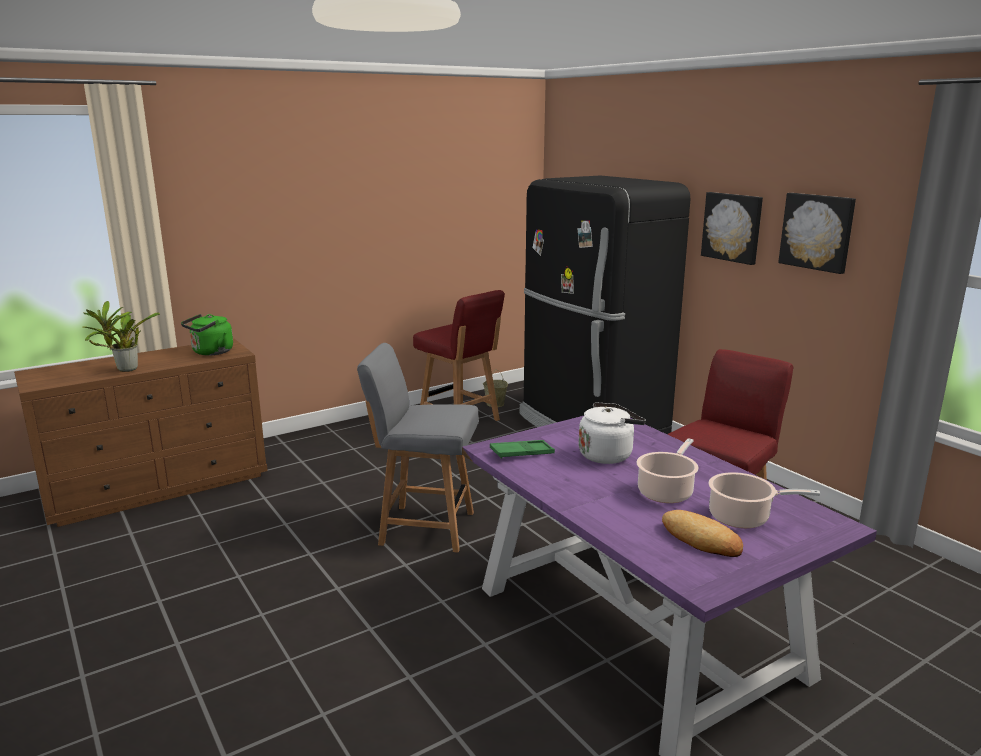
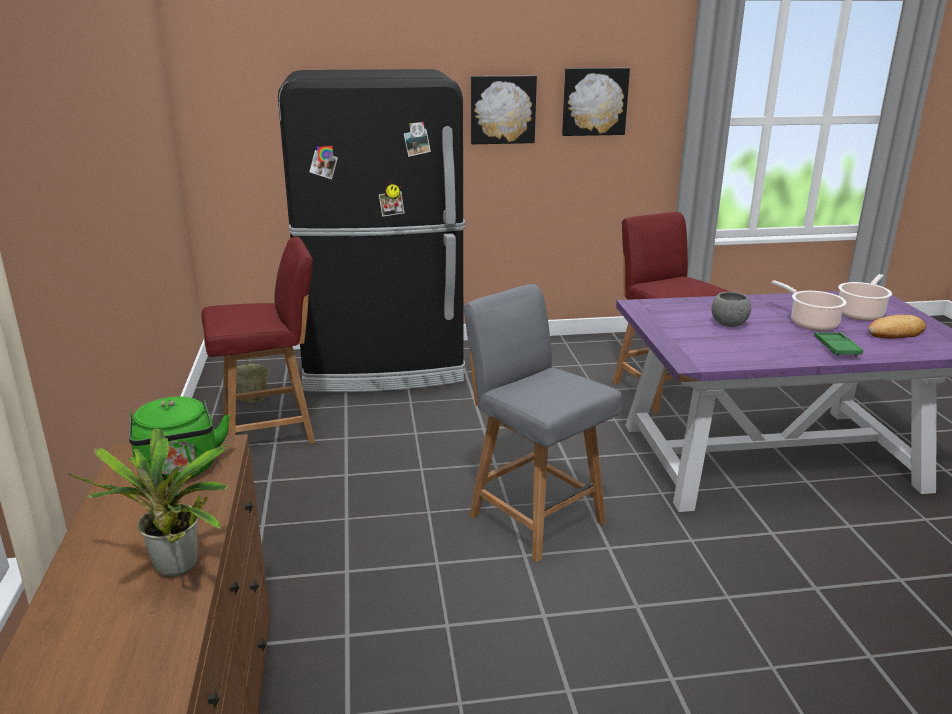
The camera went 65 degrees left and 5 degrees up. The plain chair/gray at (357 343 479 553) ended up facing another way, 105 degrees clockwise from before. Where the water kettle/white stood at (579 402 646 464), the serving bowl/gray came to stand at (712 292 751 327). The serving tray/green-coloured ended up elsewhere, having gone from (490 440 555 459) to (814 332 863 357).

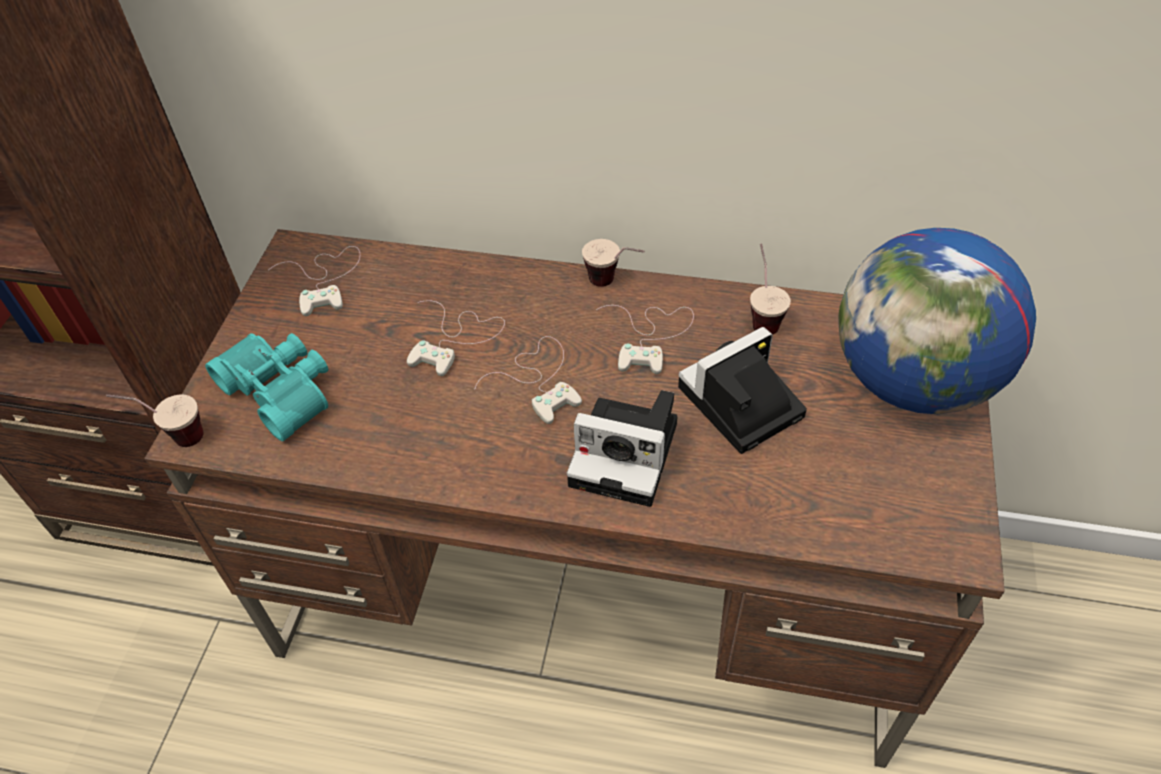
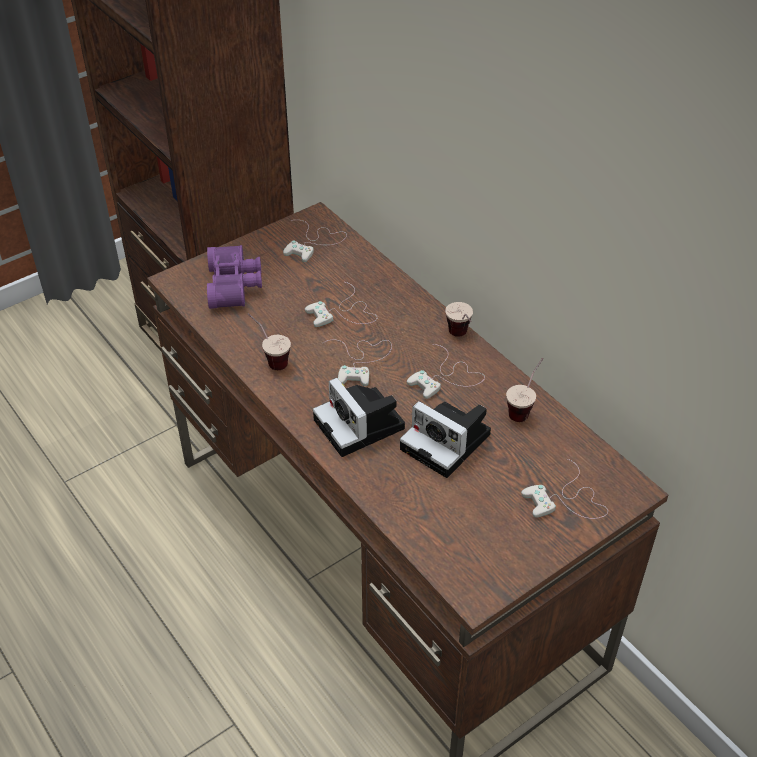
The camera went 40 degrees right and 5 degrees down. What was the pair of binoculars/turquoise-coloured at (205 333 328 441) turned into the pair of binoculars/purple-coloured at (207 245 262 309). The drinking cup ended up elsewhere, having gone from (106 394 203 447) to (248 313 291 370). The still camera at (678 327 807 454) ended up facing another way, 150 degrees counterclockwise from before. Where the world globe stood at (838 228 1036 414), the game controller/white came to stand at (521 458 608 519).

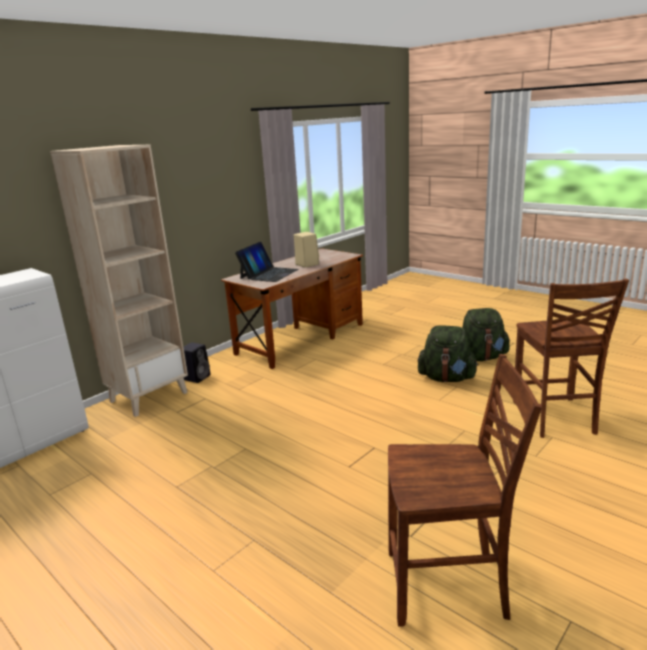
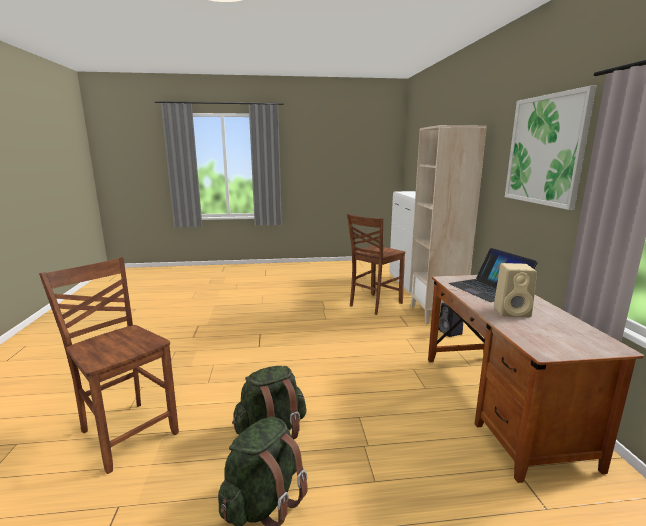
The camera went 130 degrees right and 5 degrees down. The plain chair/brown ended up elsewhere, having gone from (388 354 542 627) to (347 214 406 315). The second view gained the wall art at (505 85 596 210).

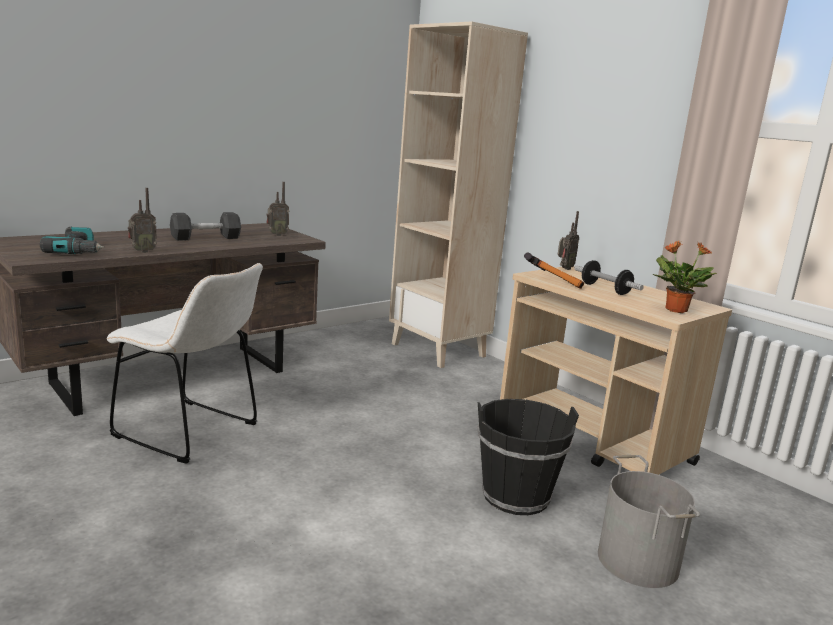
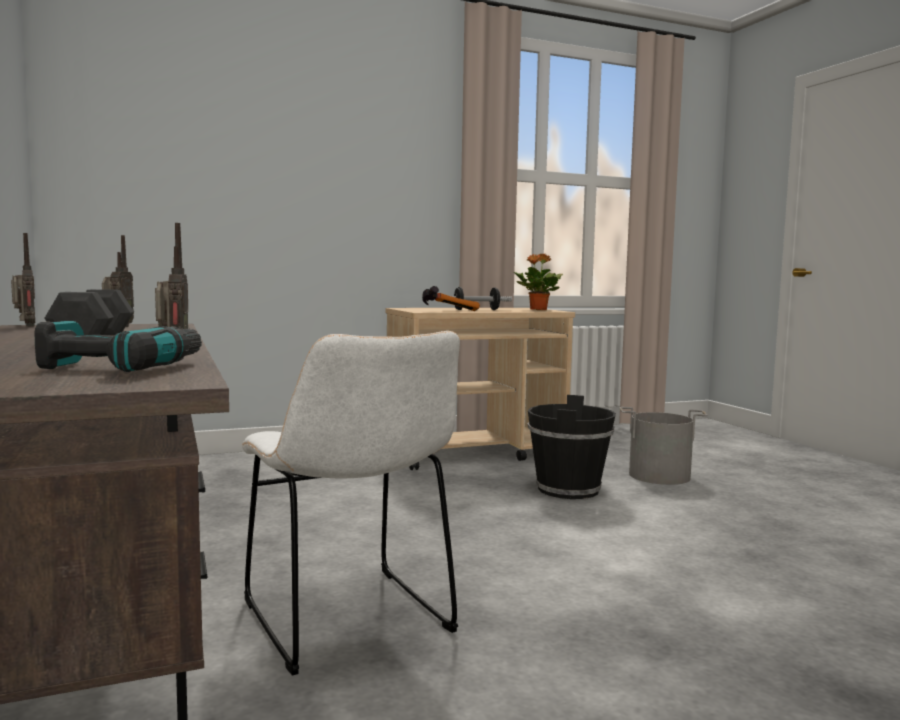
The camera went 70 degrees left and 10 degrees down. The radio set ended up elsewhere, having gone from (558 211 579 270) to (11 233 35 327). The plain chair/white at (106 263 263 464) ended up facing another way, 105 degrees clockwise from before. The second view lost the bookcase/sand-coloured at (389 21 528 368).

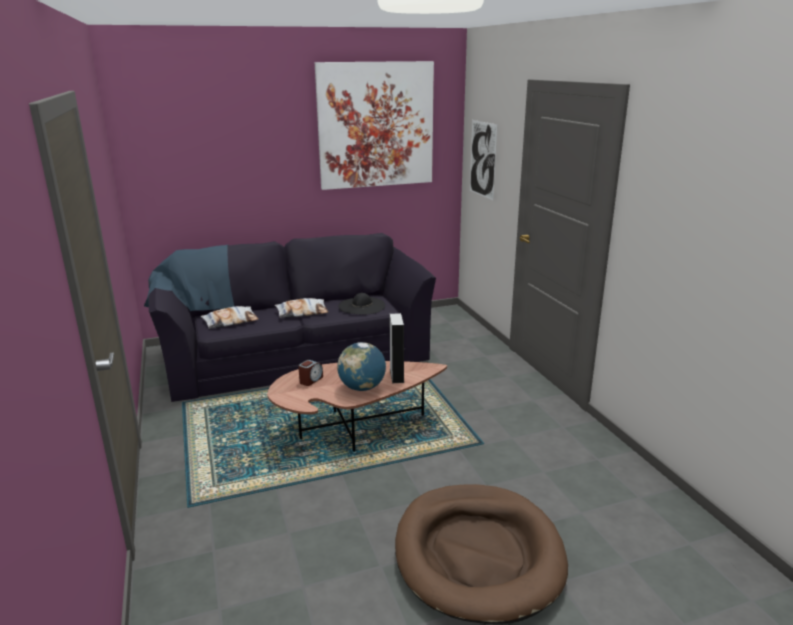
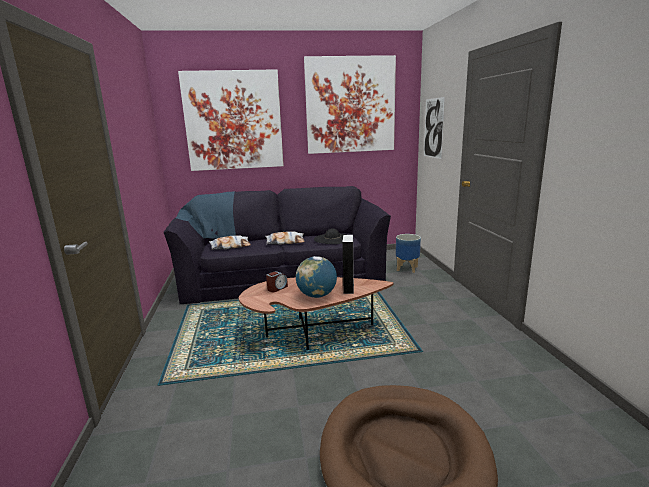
The camera went 10 degrees right and 5 degrees down. The second view gained the wall art at (178 69 284 171). The second view gained the plant pot at (396 234 421 273).

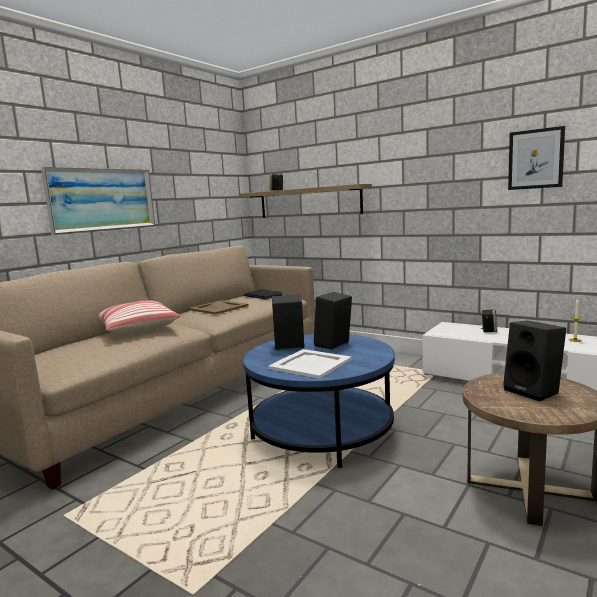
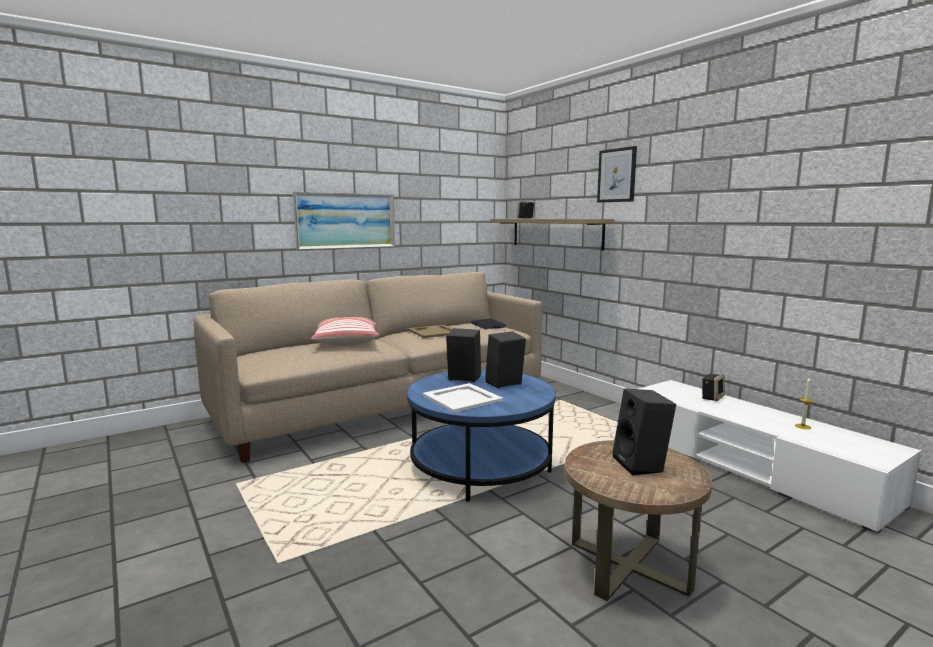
The camera went 20 degrees right and 0 degrees up. The wall art ended up elsewhere, having gone from (508 126 565 190) to (597 146 637 203).

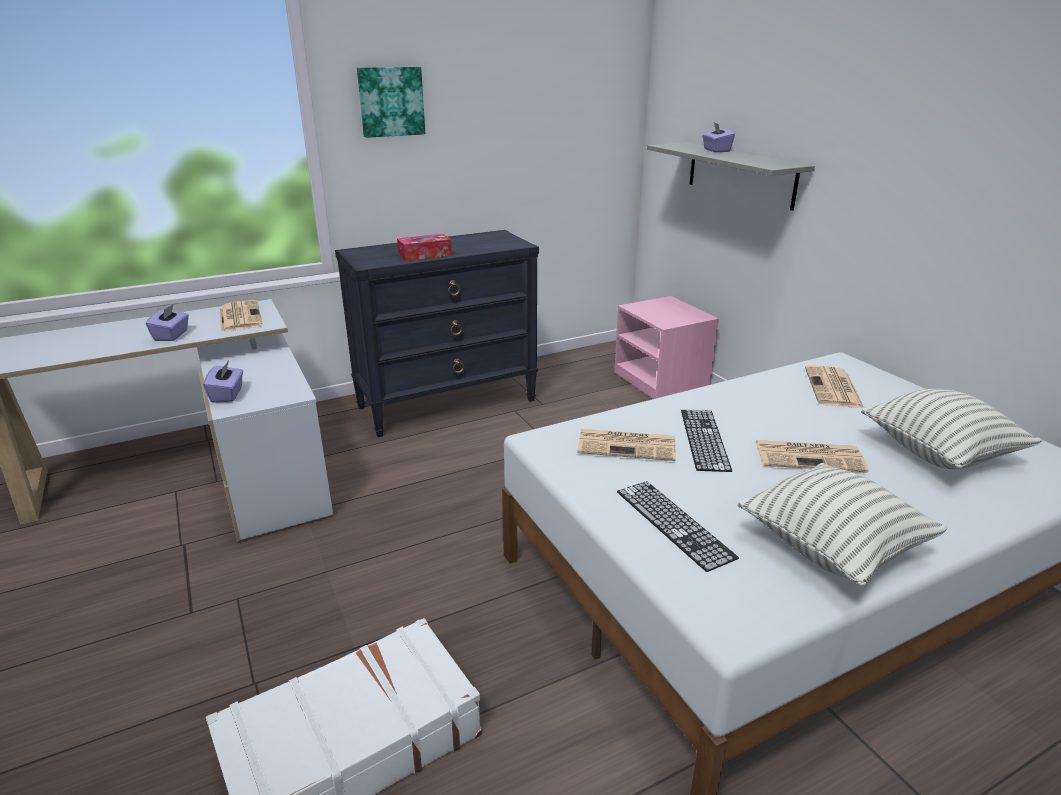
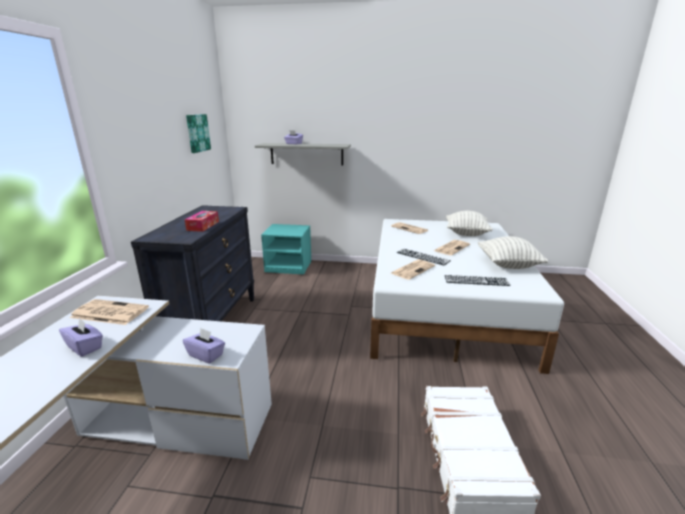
The camera went 55 degrees left and 5 degrees down. The wall art ended up elsewhere, having gone from (357 67 425 138) to (186 114 211 153). What was the bedside table/pink at (614 296 719 399) turned into the bedside table/turquoise-coloured at (261 224 311 275).

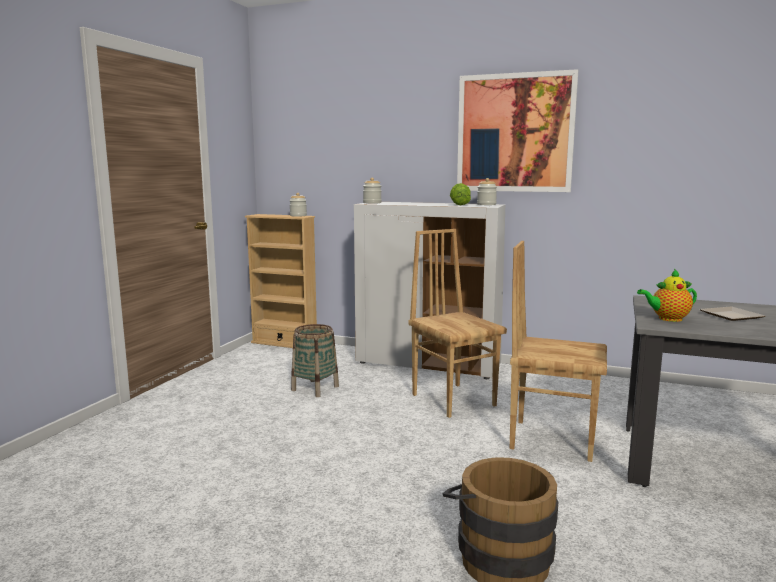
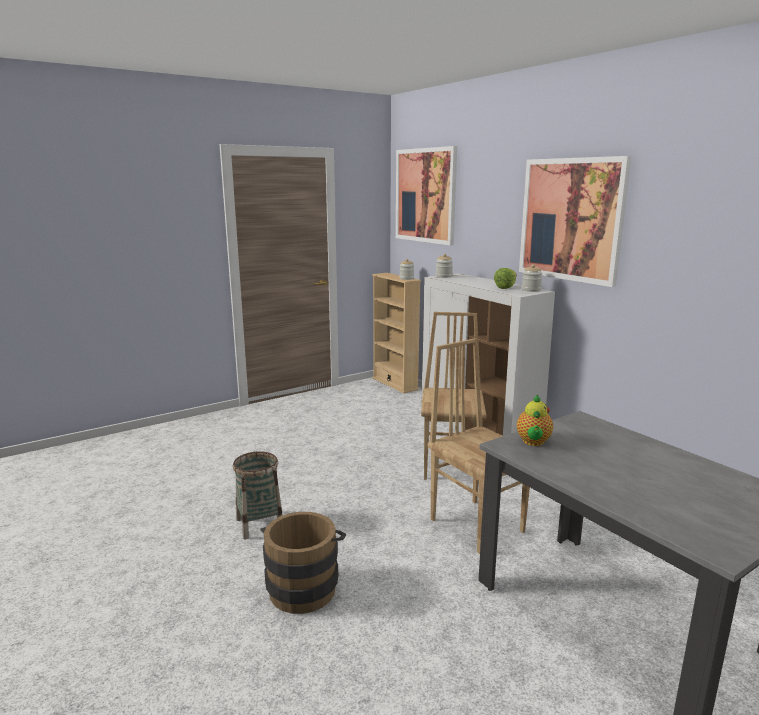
The camera went 35 degrees right and 5 degrees up. The household basket ended up elsewhere, having gone from (291 324 339 397) to (233 451 283 539). The second view gained the wall art at (396 146 457 245). The pot for tea at (637 269 697 322) ended up facing another way, 105 degrees counterclockwise from before. The second view lost the flat dish at (700 307 765 321).

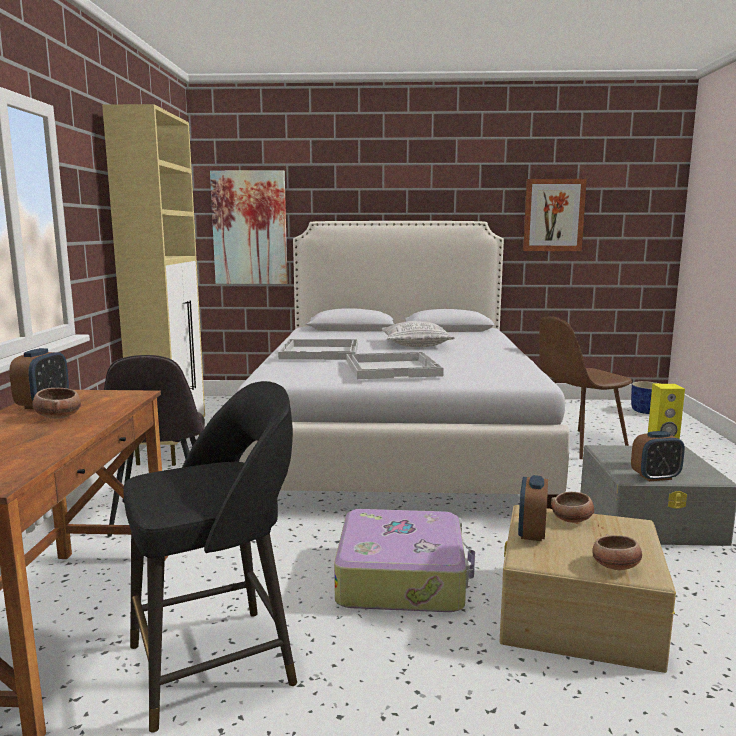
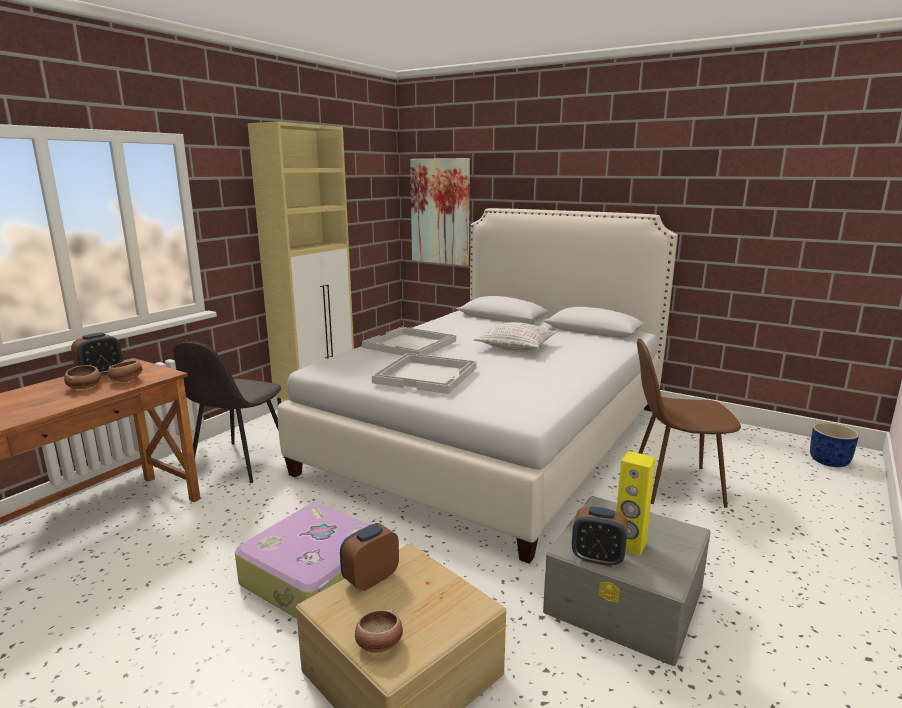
The camera went 30 degrees right and 5 degrees up. The serving bowl ended up elsewhere, having gone from (551 492 594 523) to (108 360 142 382). The second view lost the stool seat/black-coloured at (123 381 297 733). The second view lost the wall art at (523 179 587 251).

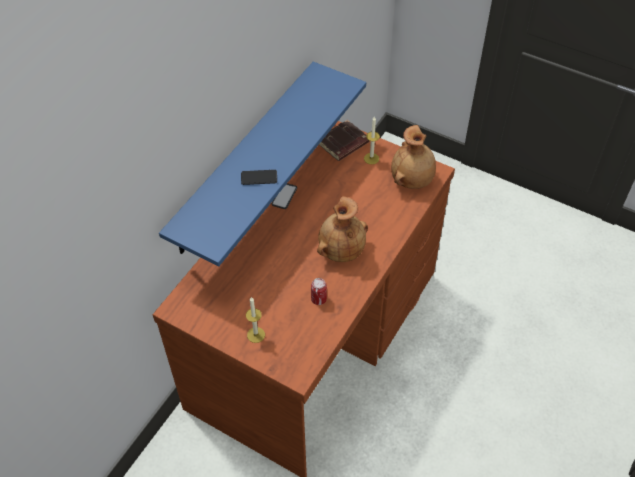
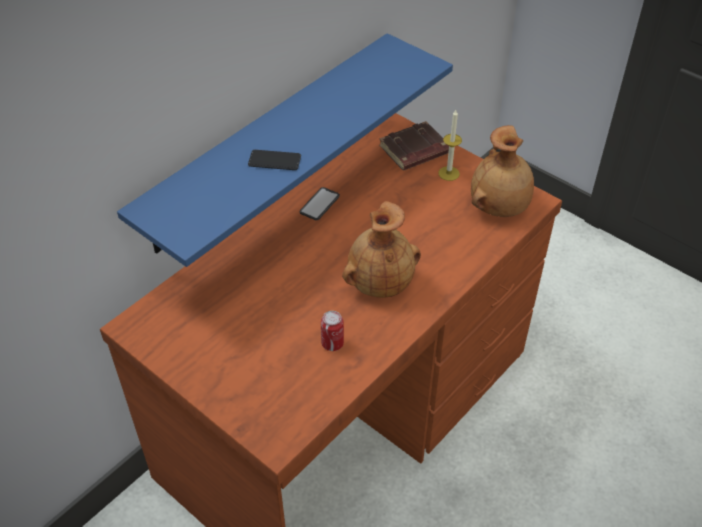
The camera went 10 degrees right and 5 degrees down. The second view lost the wax candle at (246 297 265 343).

